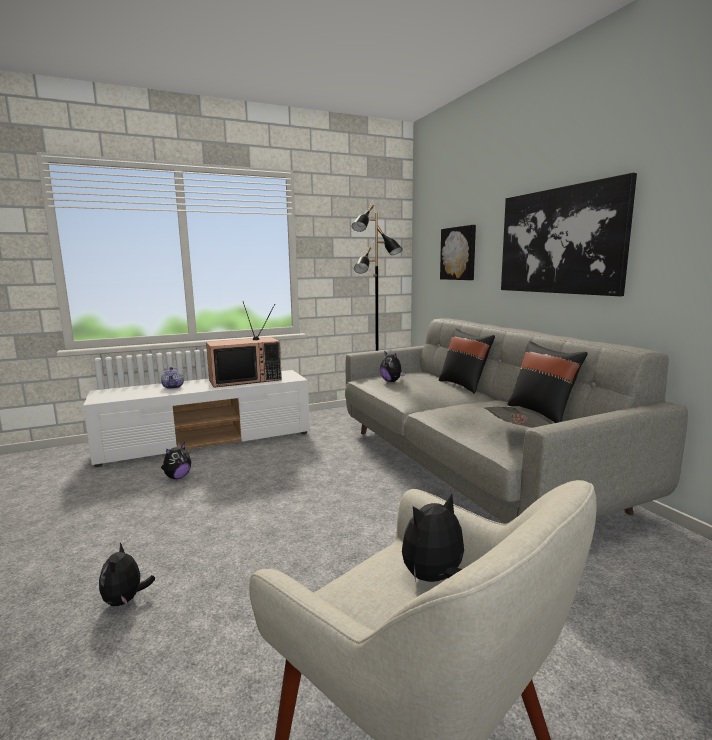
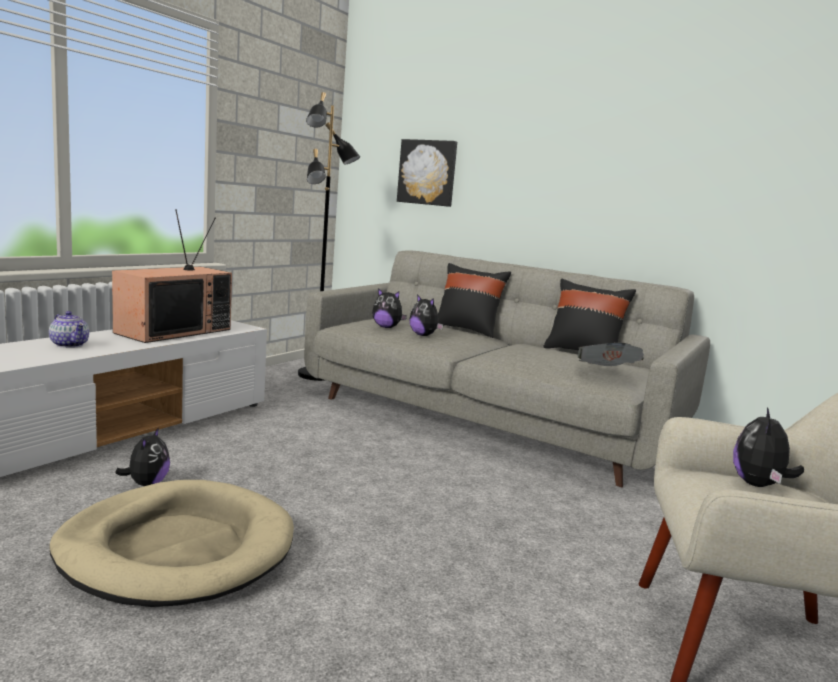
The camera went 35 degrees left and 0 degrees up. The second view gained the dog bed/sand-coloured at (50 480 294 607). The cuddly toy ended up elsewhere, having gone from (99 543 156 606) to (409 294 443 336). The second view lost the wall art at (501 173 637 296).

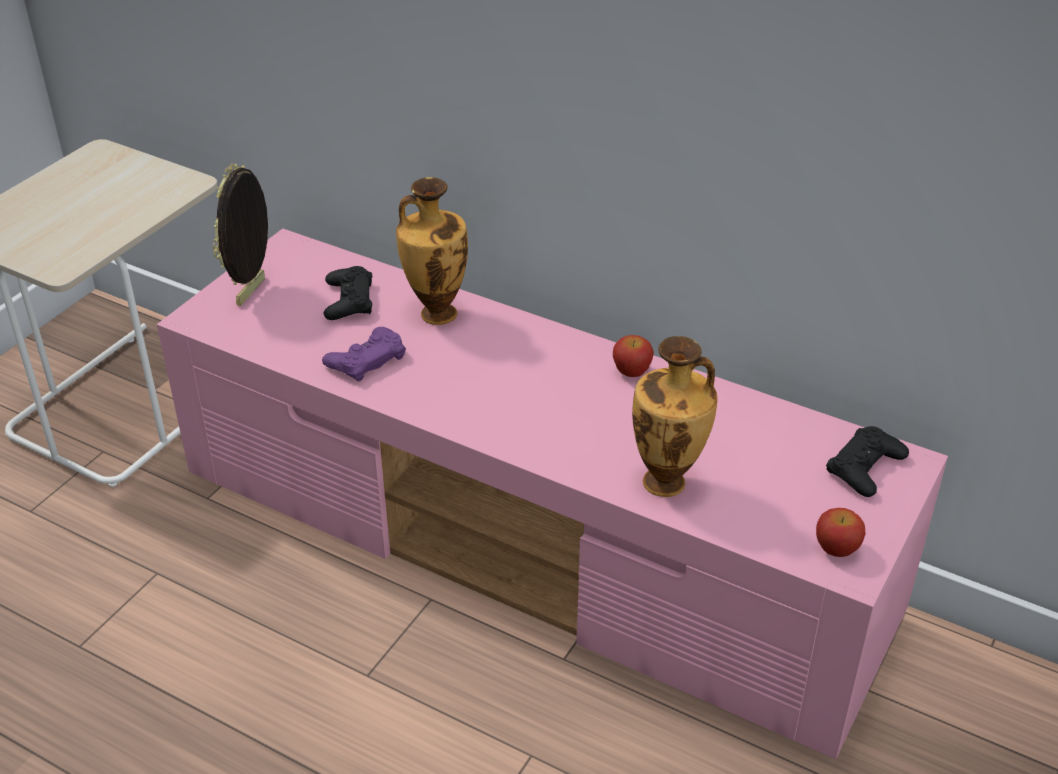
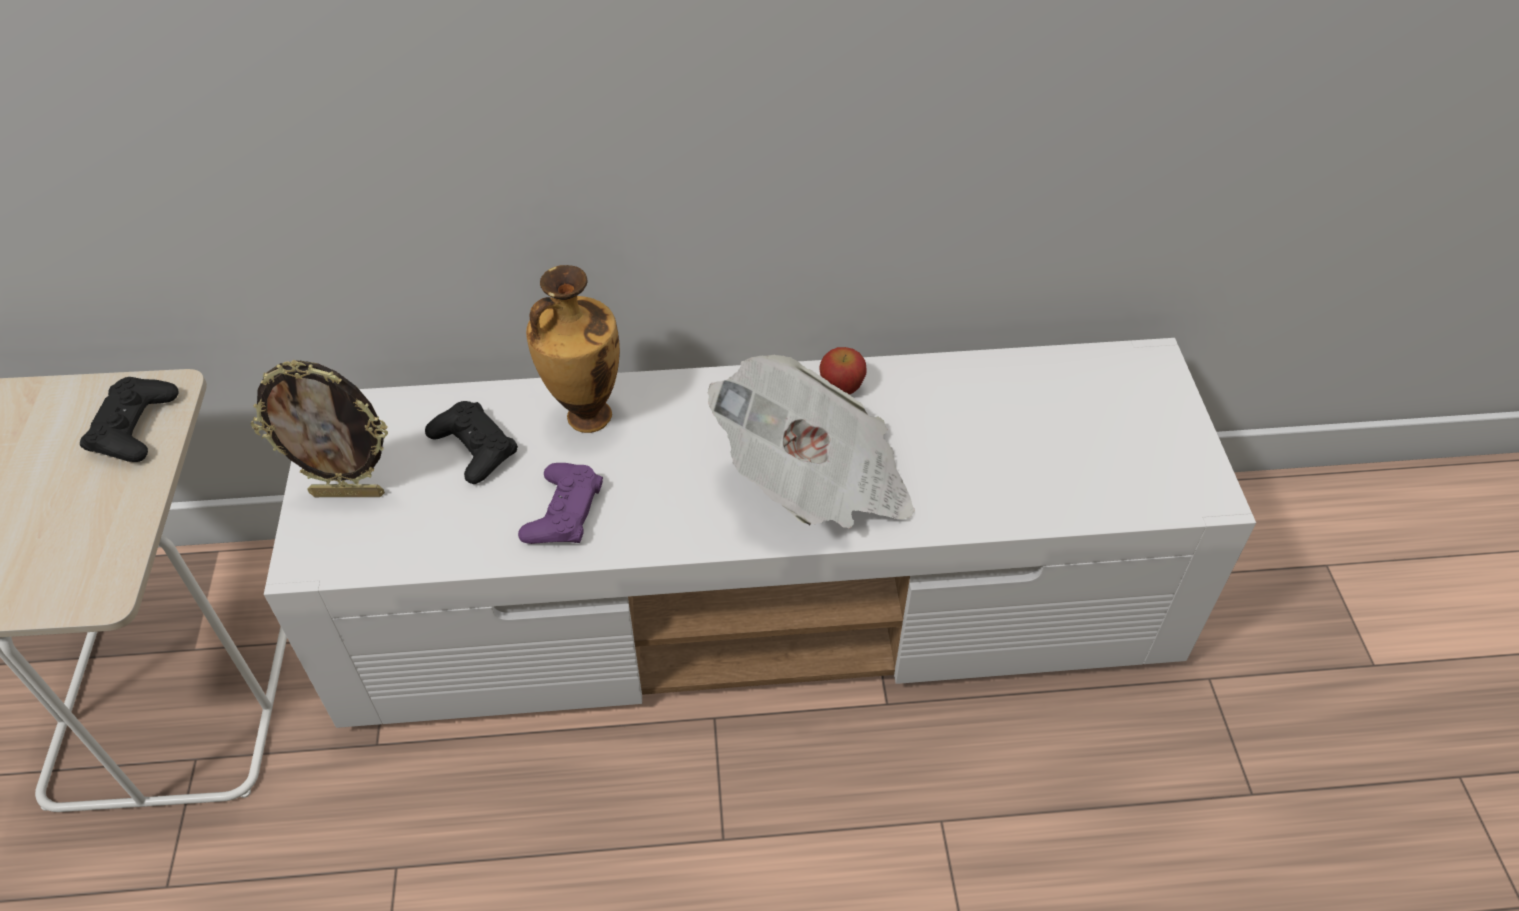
The camera went 35 degrees left and 10 degrees up. The game controller/black-coloured ended up elsewhere, having gone from (826 426 909 497) to (80 377 179 462). The photo frame at (213 164 268 306) ended up facing another way, 75 degrees counterclockwise from before. What was the tv stand/pink at (157 228 948 759) turned into the tv stand/white at (264 338 1256 728). The second view gained the newspaper at (708 355 915 529). The second view lost the decorative vase at (632 336 717 497). The second view lost the whole apple at (816 508 866 557).

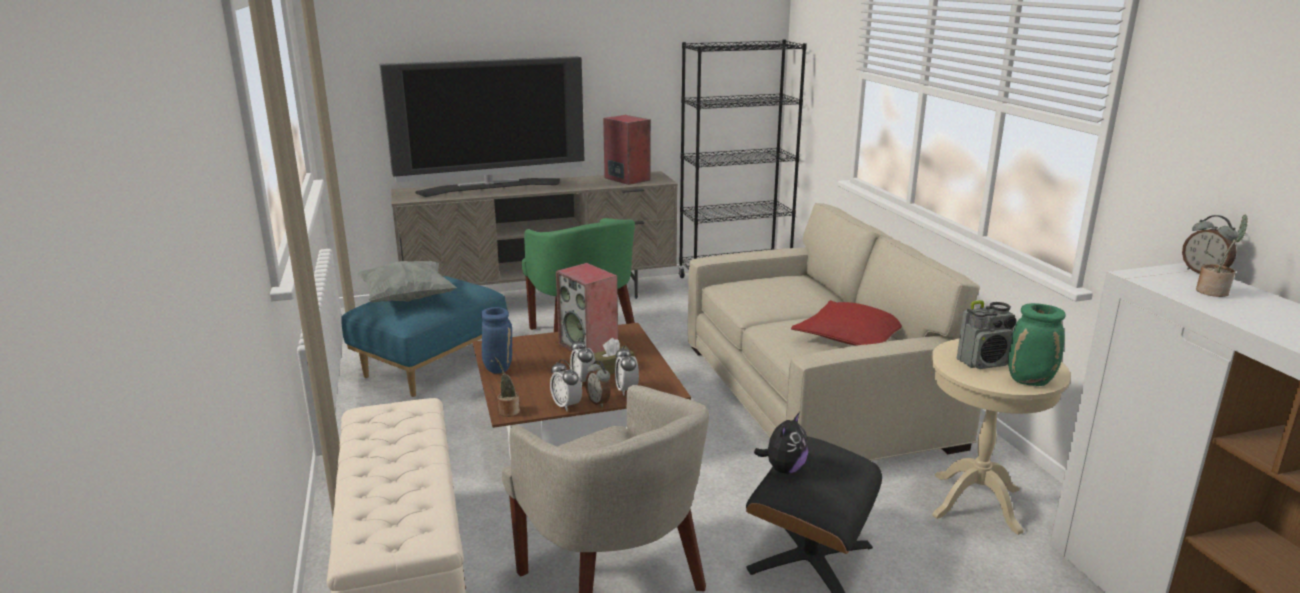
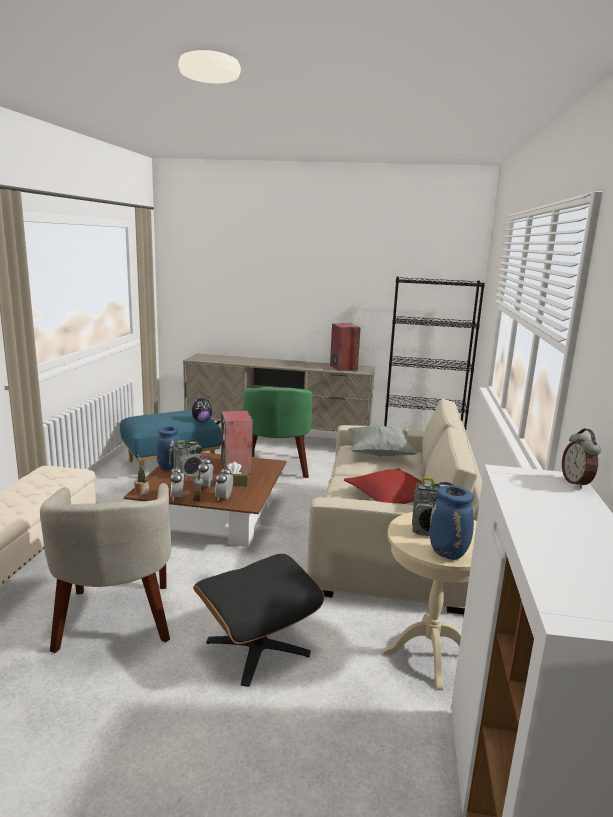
The camera went 25 degrees right and 5 degrees down. The second view gained the radio set at (173 440 202 478). The cuddly toy ended up elsewhere, having gone from (754 413 809 474) to (192 397 212 422). The throw pillow/gray ended up elsewhere, having gone from (358 261 457 302) to (348 425 418 457). What was the decorative vase/green-coloured at (1008 303 1065 386) turned into the decorative vase/bluish at (429 485 474 560). The second view lost the TV set at (380 56 584 197). The second view lost the potted plant at (1196 215 1248 297).

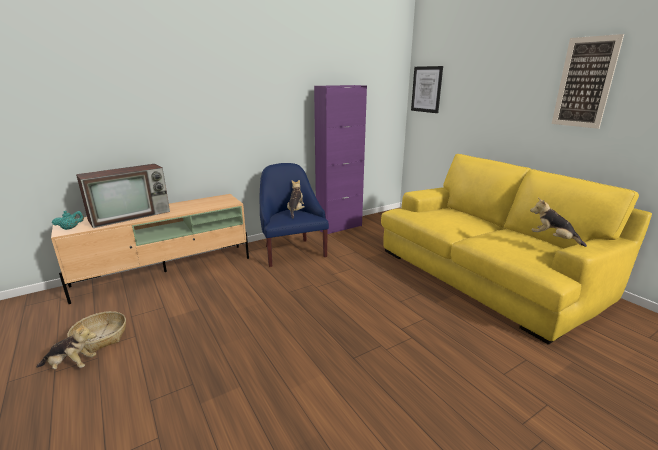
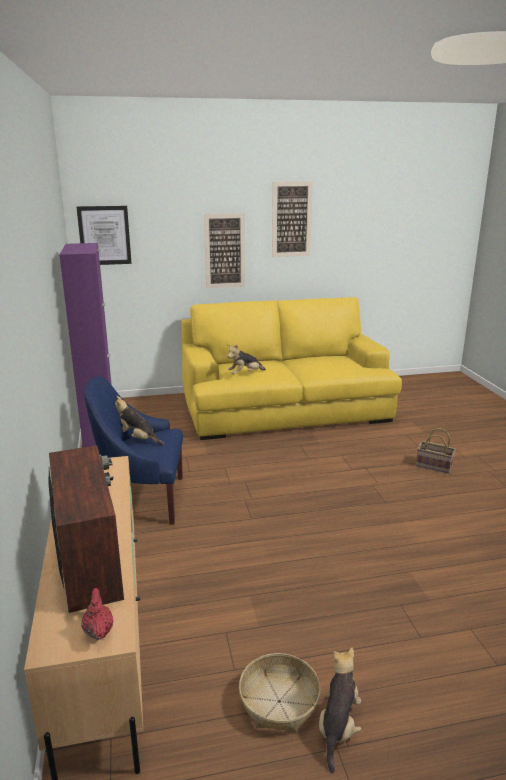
The camera went 70 degrees left and 0 degrees up. What was the pot for tea/turquoise-coloured at (52 211 84 230) turned into the pot for tea/red-coloured at (81 588 114 640). The second view gained the wall art at (204 213 245 288). The cuddly toy ended up elsewhere, having gone from (530 198 587 247) to (227 344 266 374). The second view gained the household basket at (416 428 456 474).

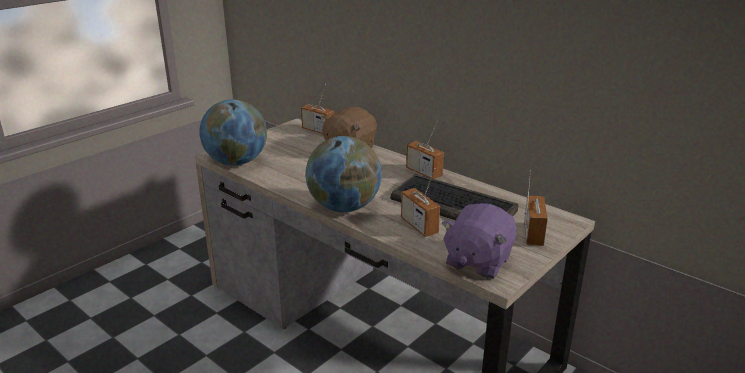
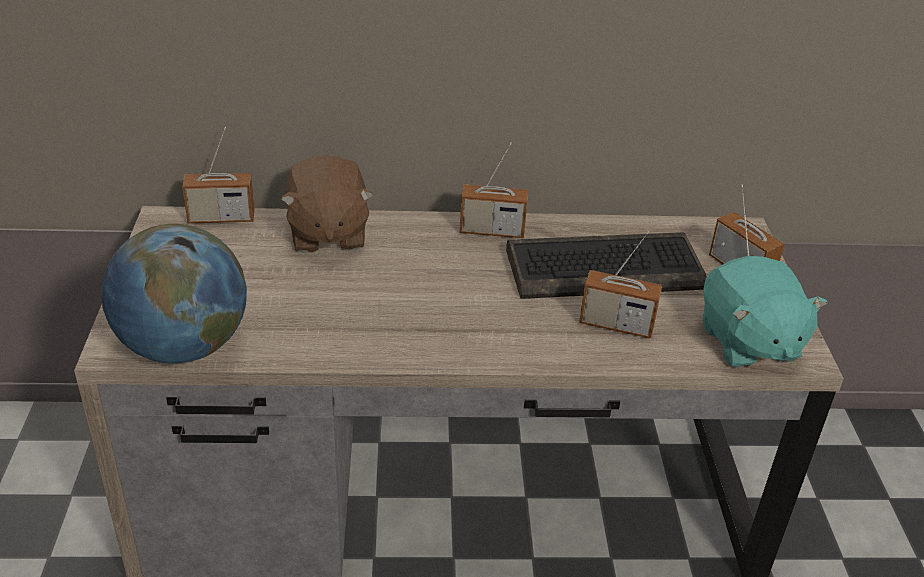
The camera went 45 degrees left and 10 degrees up. What was the cuddly toy/purple-coloured at (442 203 516 279) turned into the cuddly toy/turquoise-coloured at (702 256 827 369). The second view lost the world globe at (305 136 382 212).

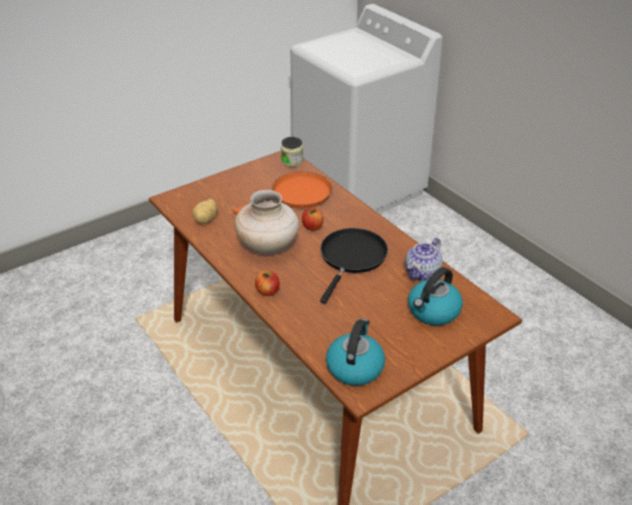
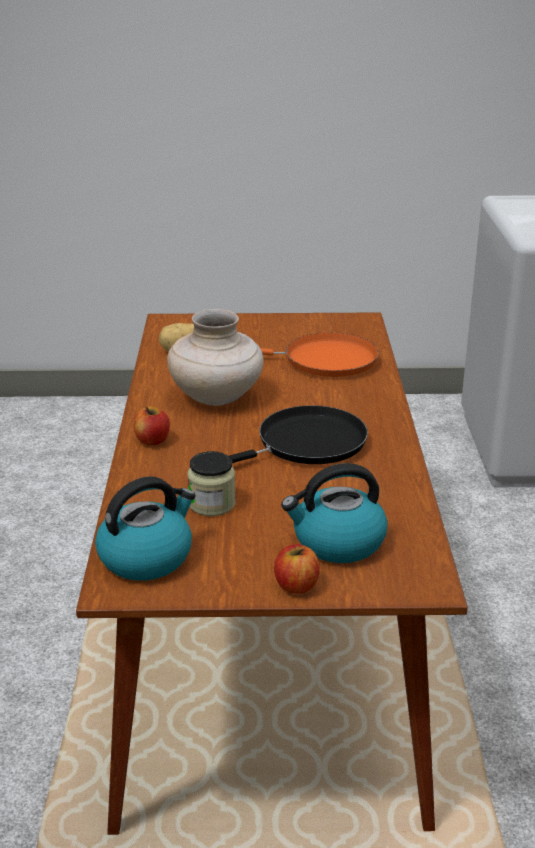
The camera went 35 degrees right and 10 degrees down. The storage jar ended up elsewhere, having gone from (281 137 303 167) to (187 451 236 516). The whole apple ended up elsewhere, having gone from (302 208 324 231) to (274 544 320 594). The second view lost the pot for tea at (405 238 443 281).

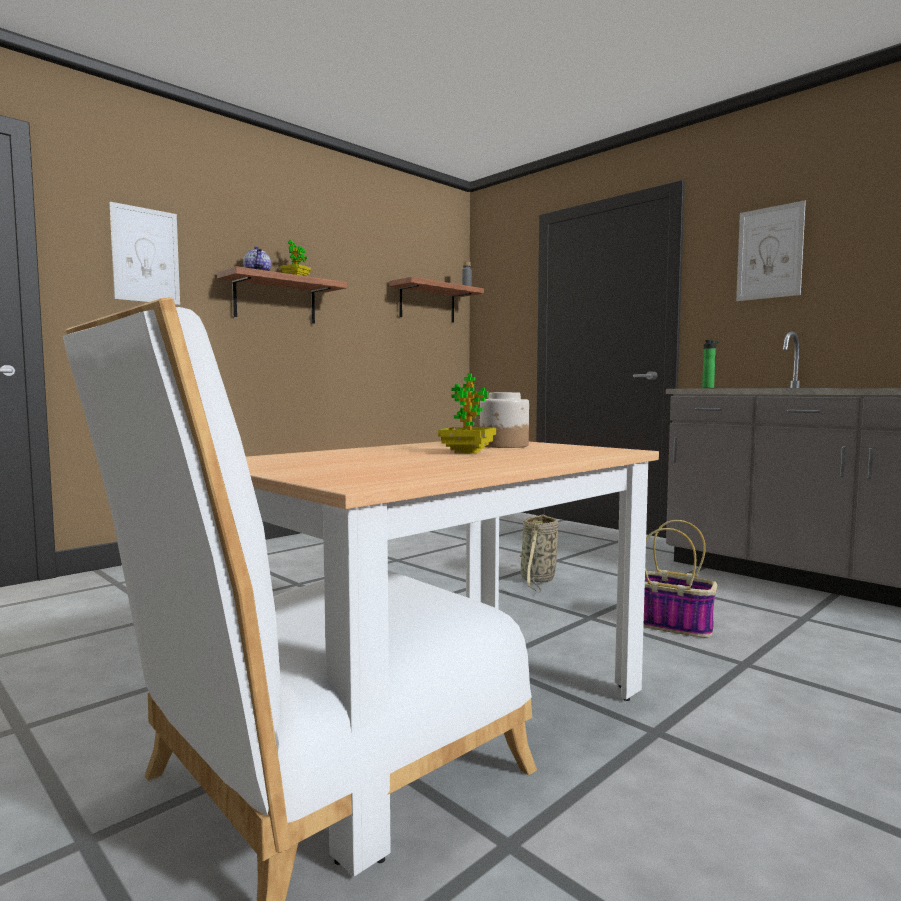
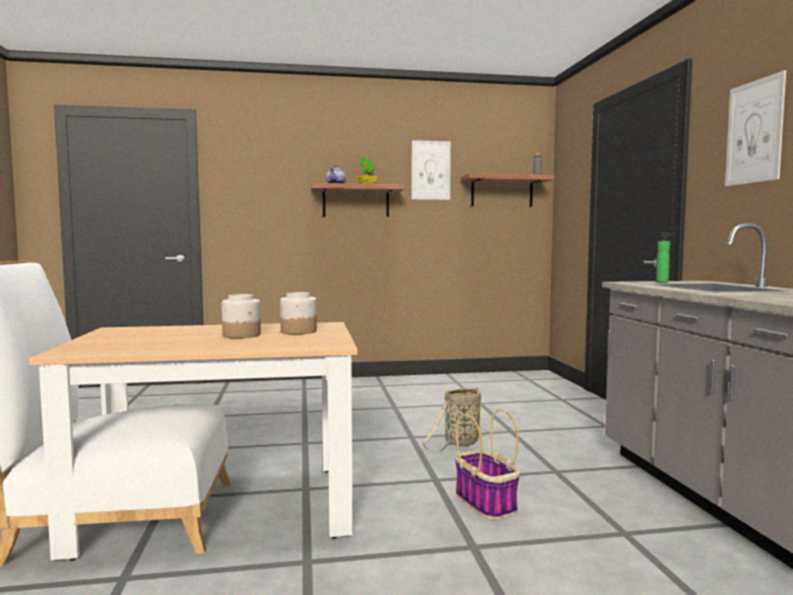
The camera went 35 degrees right and 0 degrees up. Where the potted plant stood at (438 373 496 454), the storage jar came to stand at (222 294 261 338). The wall art ended up elsewhere, having gone from (110 202 180 305) to (412 140 451 200).

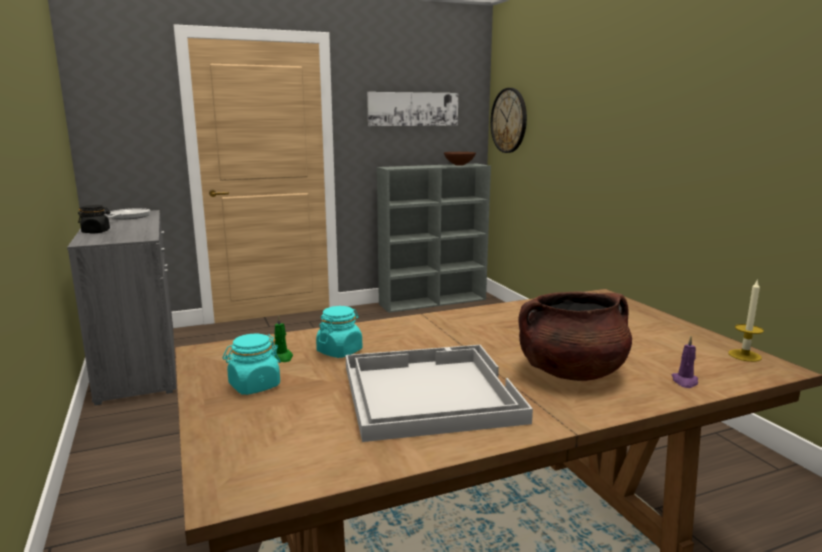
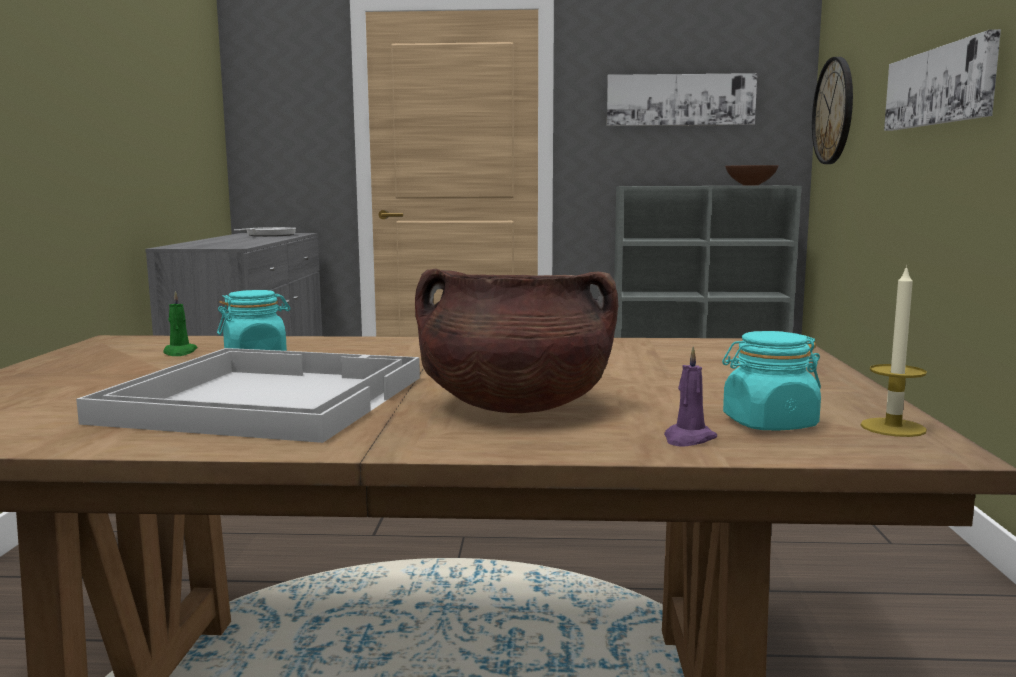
The camera went 25 degrees right and 5 degrees down. The storage jar/turquoise-coloured ended up elsewhere, having gone from (223 334 281 395) to (722 331 821 431). The second view gained the wall art at (884 29 1001 131). The second view lost the storage jar/black-coloured at (78 205 110 233).

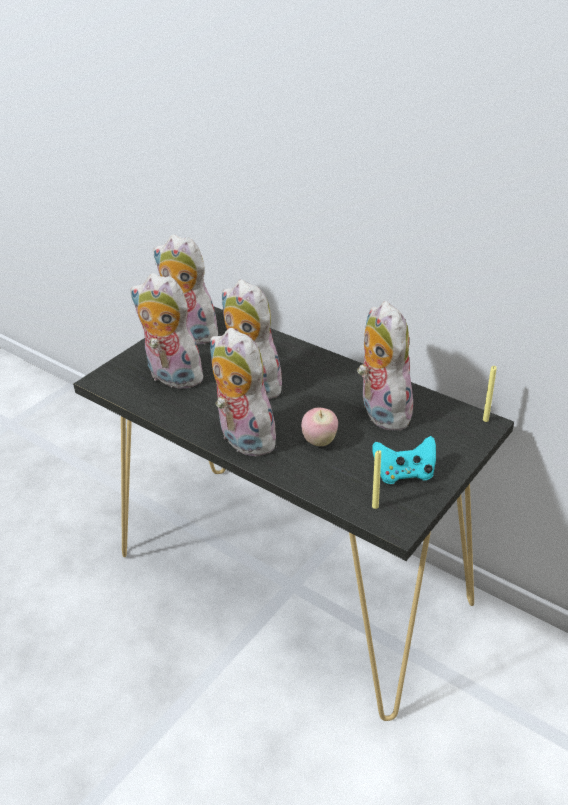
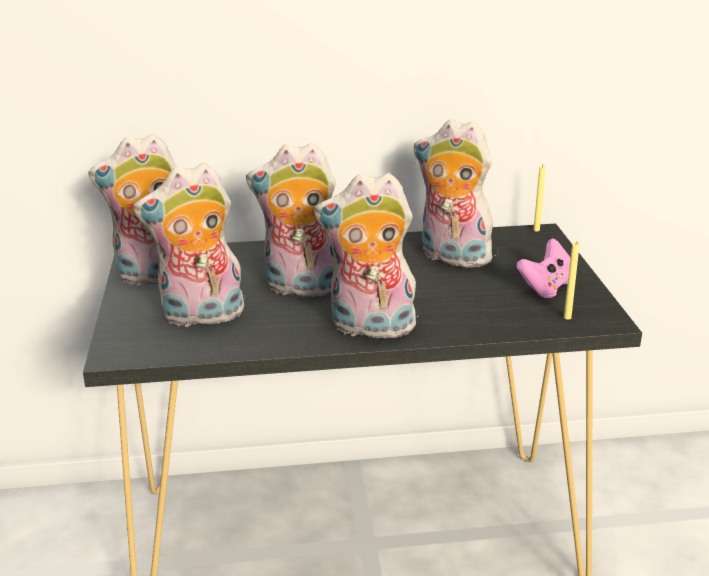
The camera went 45 degrees left and 10 degrees down. What was the game controller/turquoise-coloured at (372 436 436 484) turned into the game controller/pink at (516 238 578 298). The second view lost the whole apple at (301 407 338 446).

